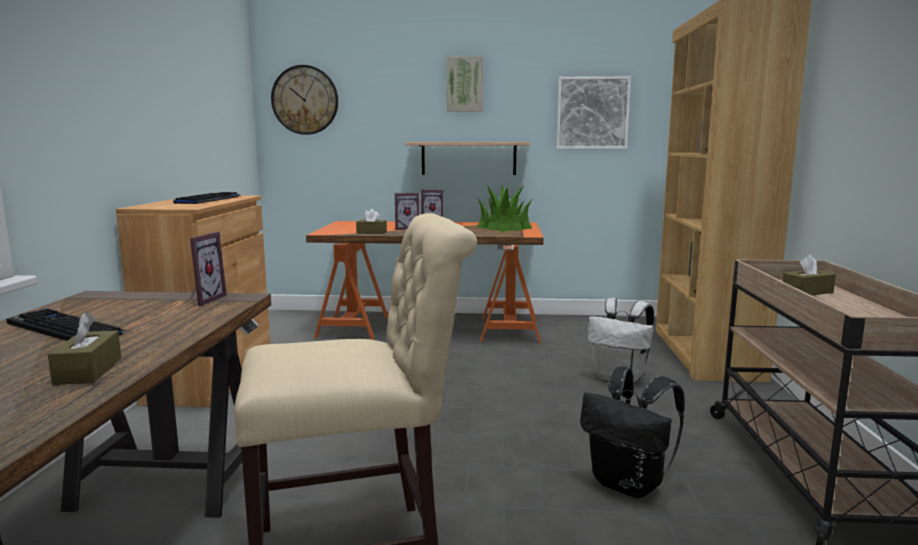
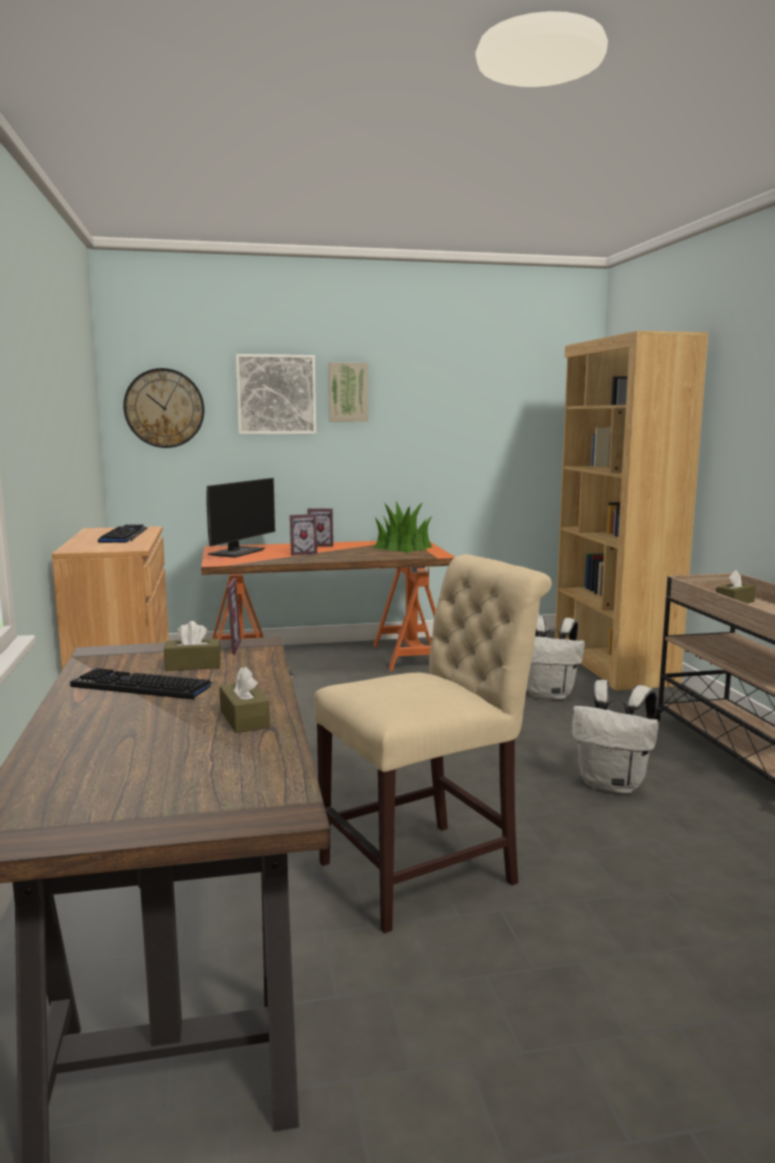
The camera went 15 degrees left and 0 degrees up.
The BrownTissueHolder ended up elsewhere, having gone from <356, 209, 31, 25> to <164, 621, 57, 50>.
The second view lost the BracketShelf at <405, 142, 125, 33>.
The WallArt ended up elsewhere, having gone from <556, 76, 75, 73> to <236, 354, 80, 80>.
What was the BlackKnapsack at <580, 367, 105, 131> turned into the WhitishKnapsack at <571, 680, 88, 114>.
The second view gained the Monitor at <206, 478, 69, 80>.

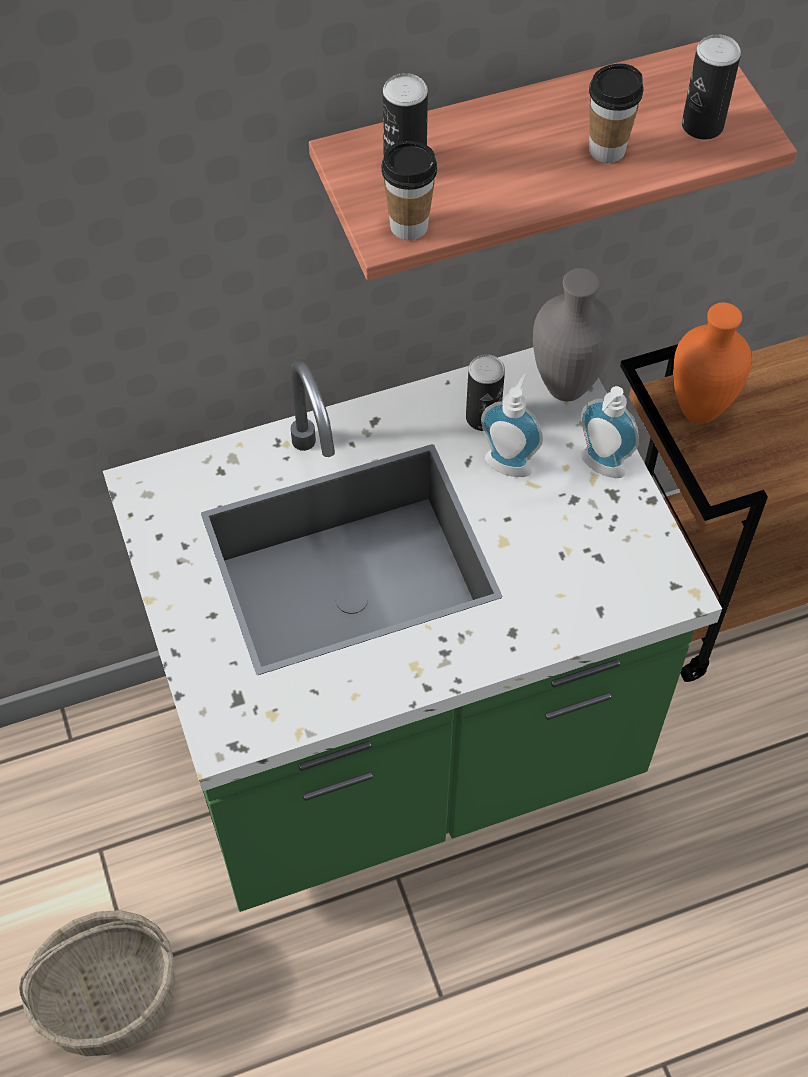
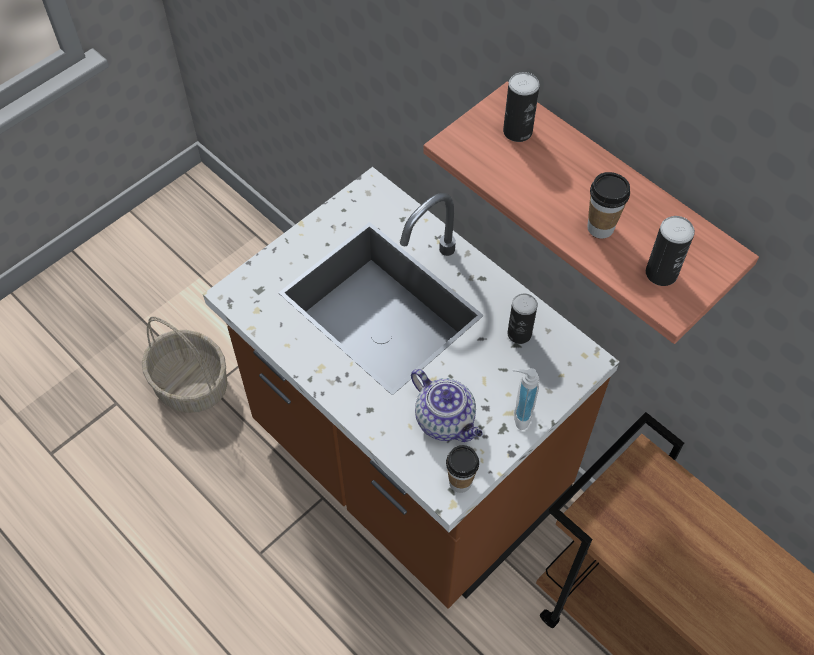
The camera went 65 degrees right and 0 degrees up.
What was the GreenColouredCounter at <103, 348, 619, 564> turned into the BrownCounter at <203, 167, 417, 442>.
The Cup ended up elsewhere, having gone from <381, 141, 56, 99> to <446, 445, 33, 48>.
The second view lost the SoapDispenser at <481, 373, 62, 104>.
The second view lost the GrayVase at <533, 268, 83, 133>.
The second view lost the OrangeVase at <673, 303, 79, 121>.
The second view gained the TeaPot at <411, 369, 72, 73>.

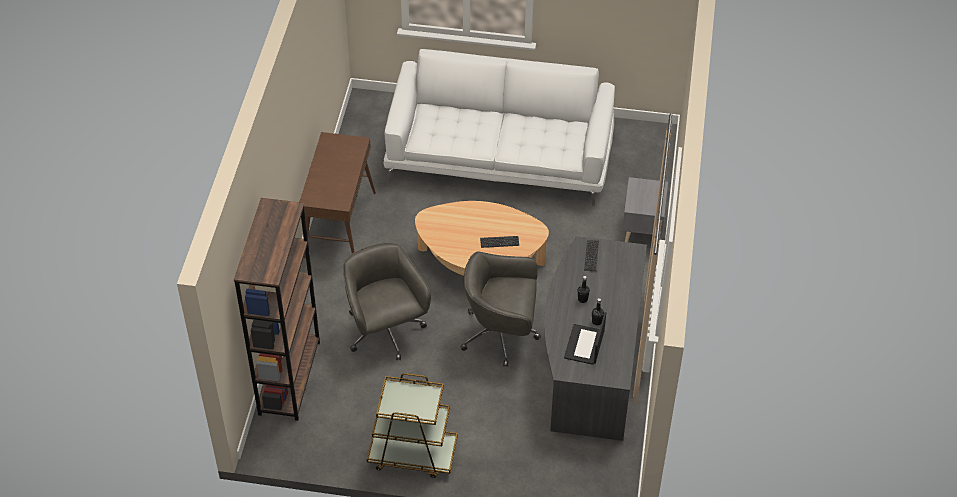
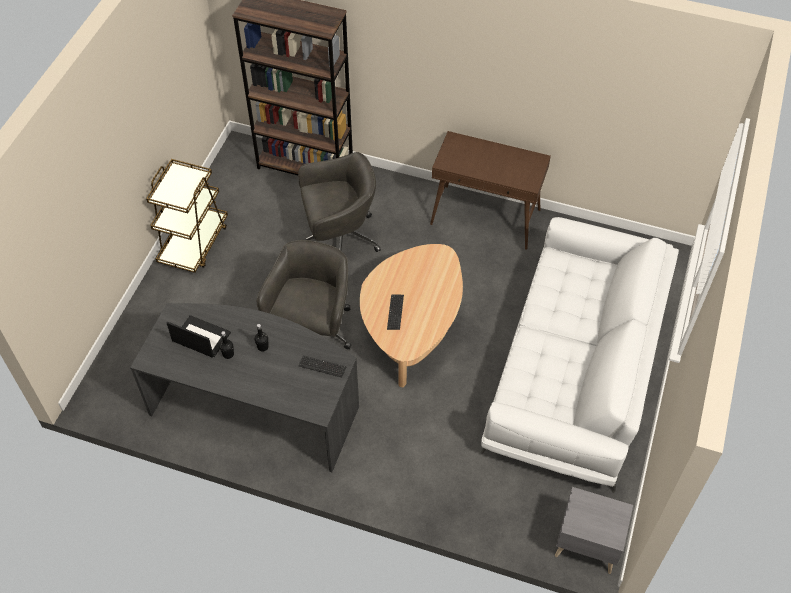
The camera went 100 degrees right and 5 degrees up.
The GrayNightstand ended up elsewhere, having gone from <622, 177, 46, 65> to <555, 487, 78, 87>.

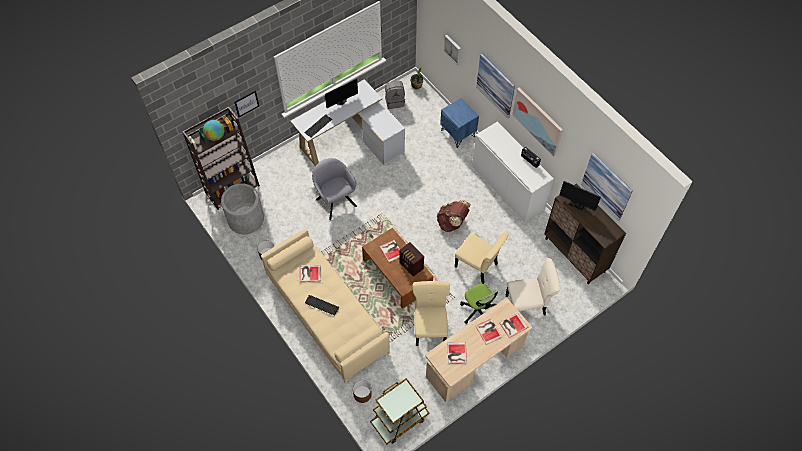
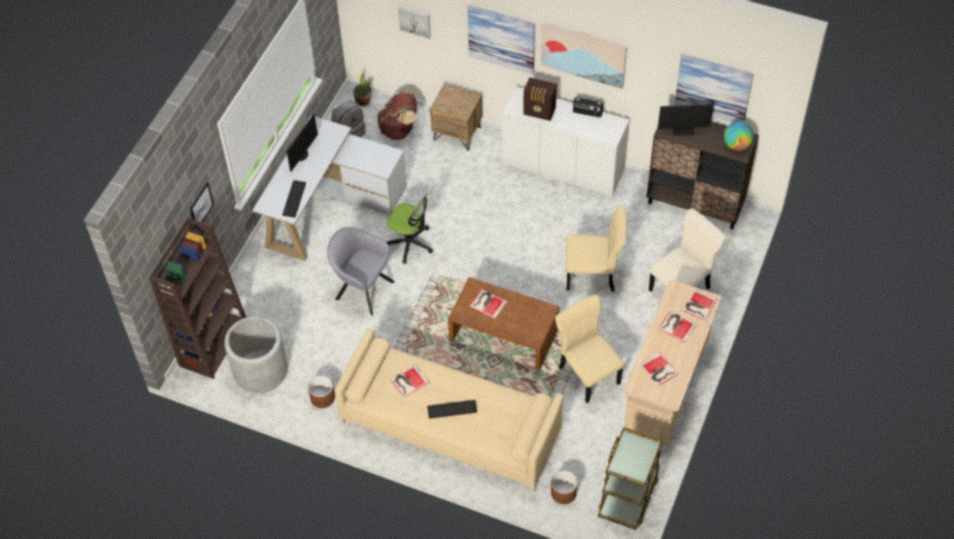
The camera went 30 degrees left and 5 degrees down.
The Globe ended up elsewhere, having gone from <203, 120, 21, 21> to <724, 121, 30, 30>.
The RadioSet ended up elsewhere, having gone from <400, 242, 24, 35> to <523, 77, 34, 44>.
The BrownKnapsack ended up elsewhere, having gone from <437, 200, 34, 32> to <378, 91, 39, 49>.
What was the BlueNightstand at <440, 98, 39, 50> turned into the BrownNightstand at <430, 83, 52, 68>.
The OfficeChair ended up elsewhere, having gone from <460, 284, 38, 40> to <387, 193, 46, 71>.

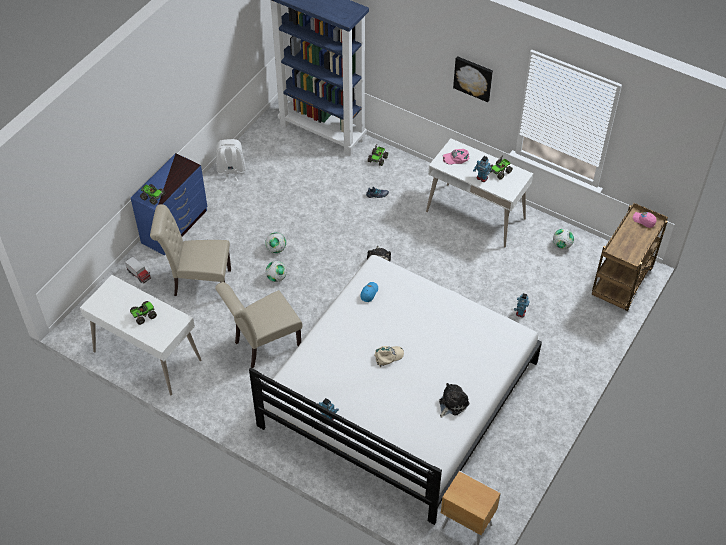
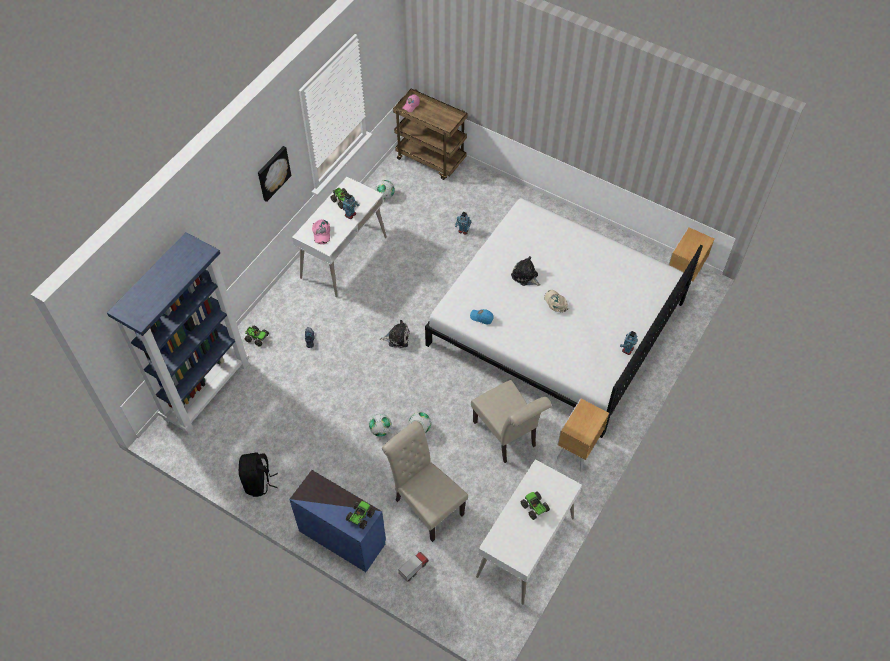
The camera went 90 degrees left and 5 degrees up.
The BeigeColouredChair at <150, 204, 81, 92> ended up facing another way, 135 degrees clockwise from before.
What was the WhitishKnapsack at <216, 139, 30, 43> turned into the BlackKnapsack at <239, 452, 39, 45>.
The SoftToy ended up elsewhere, having gone from <439, 383, 31, 35> to <511, 256, 30, 30>.
The second view gained the BrownNightstand at <557, 398, 52, 74>.

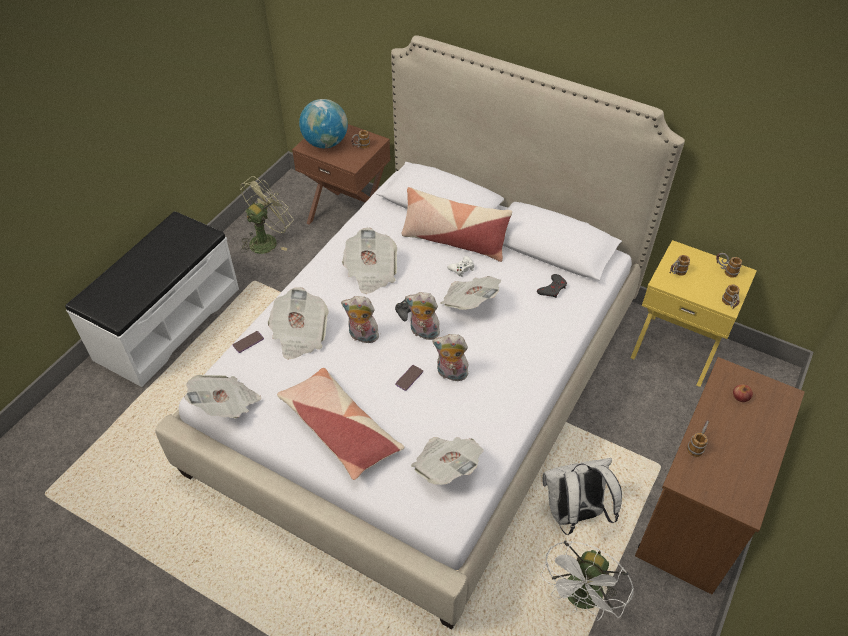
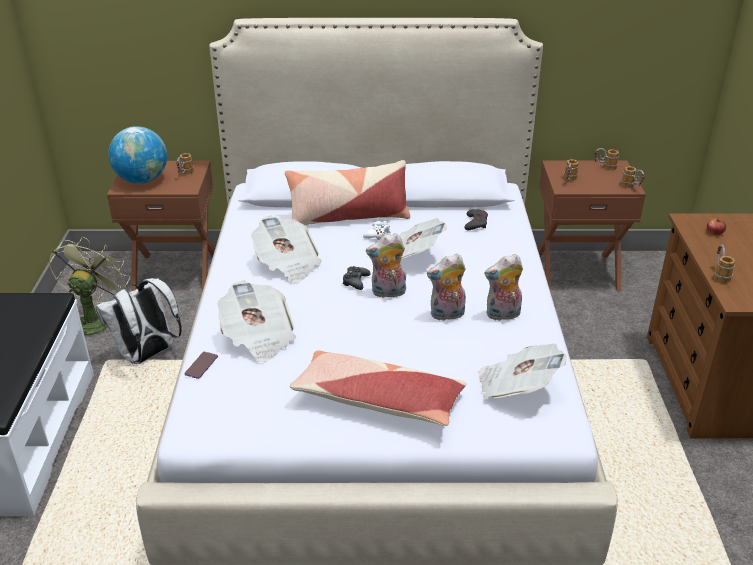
The camera went 30 degrees left and 15 degrees down.
The second view lost the DailyPaper at <184, 375, 77, 44>.
The SoftToy ended up elsewhere, having gone from <341, 296, 38, 47> to <485, 254, 38, 67>.
The second view lost the Phone at <395, 365, 28, 26>.
The second view lost the WhitishFan at <541, 540, 93, 81>.
The WhitishKnapsack ended up elsewhere, having gone from <543, 458, 79, 77> to <95, 278, 87, 86>.
What was the YellowishNightstand at <631, 240, 126, 147> turned into the BrownNightstand at <538, 160, 108, 131>.

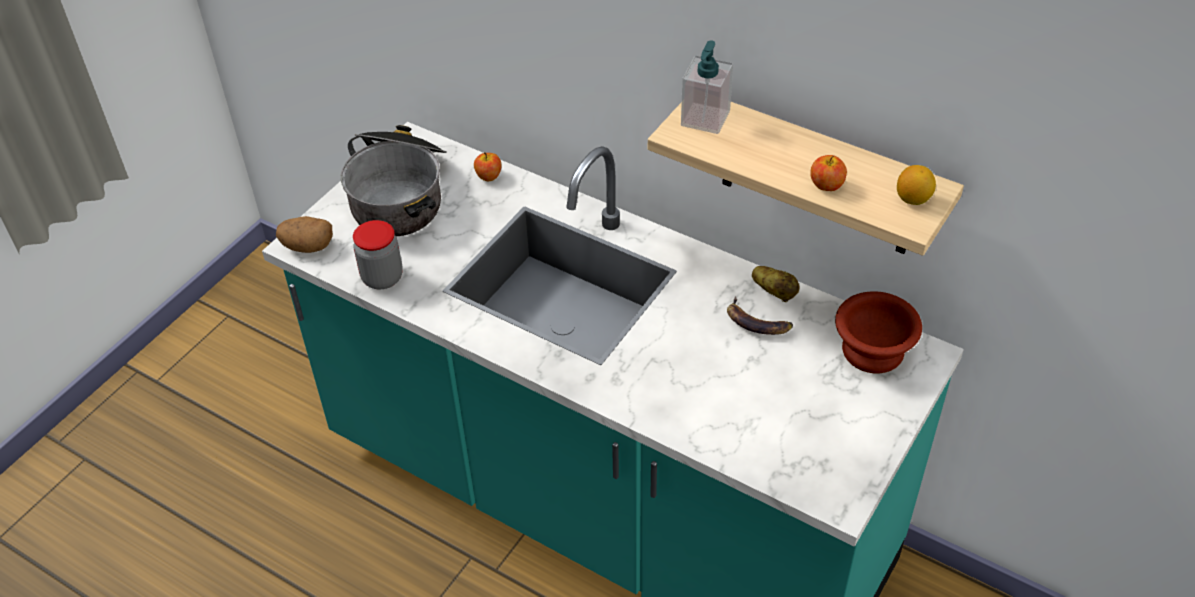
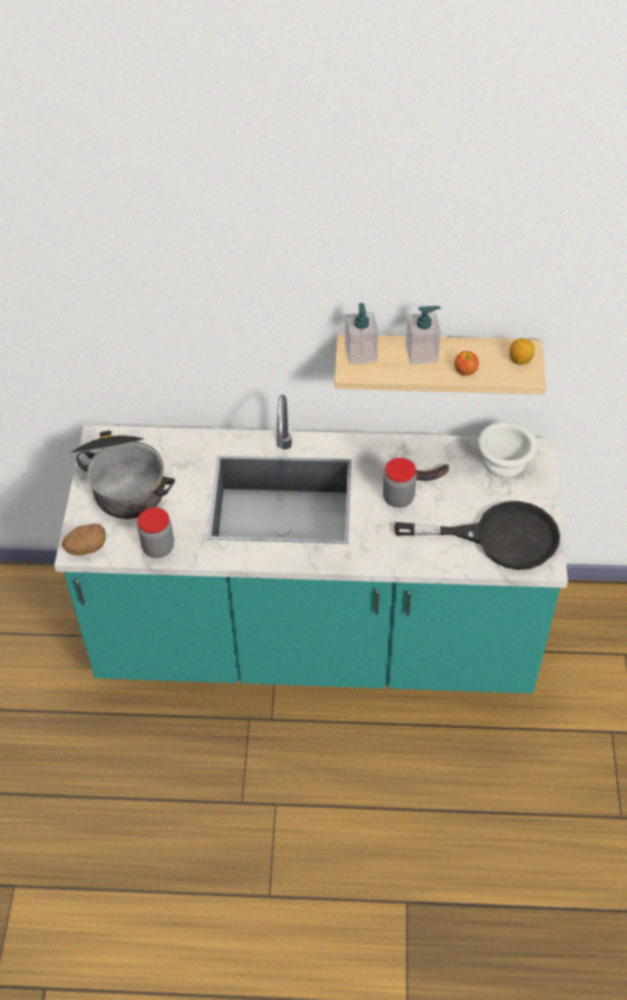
The camera went 30 degrees left and 5 degrees up.
The second view lost the WholeApple at <474, 152, 28, 29>.
The second view lost the Spud at <752, 266, 47, 36>.
What was the BrownServingBowl at <835, 291, 87, 82> turned into the WhitishServingBowl at <478, 421, 59, 57>.
The second view gained the Jar at <383, 458, 33, 50>.
The second view gained the BlackFryingPan at <394, 501, 166, 69>.
The second view gained the SoapDispenser at <406, 306, 35, 59>.

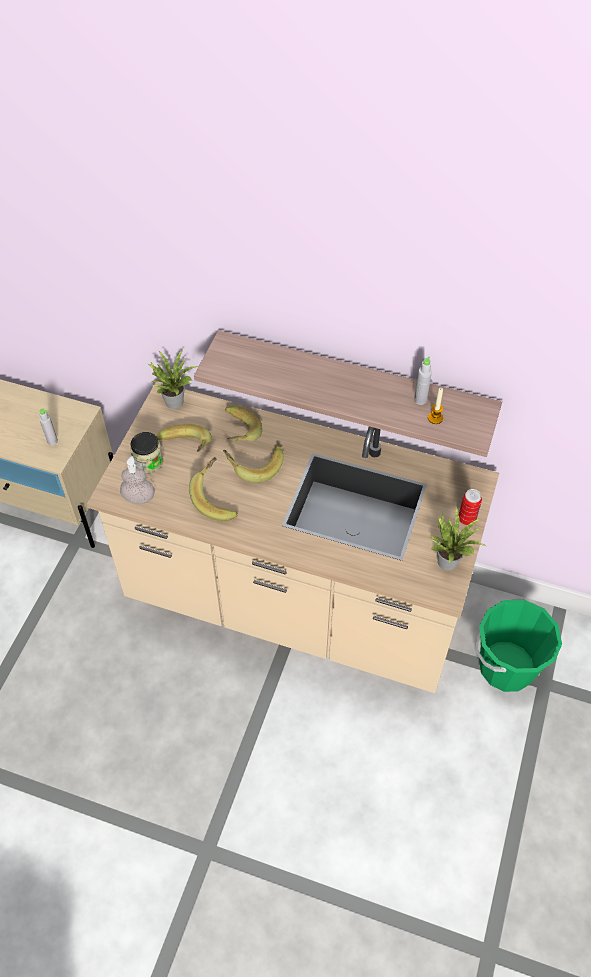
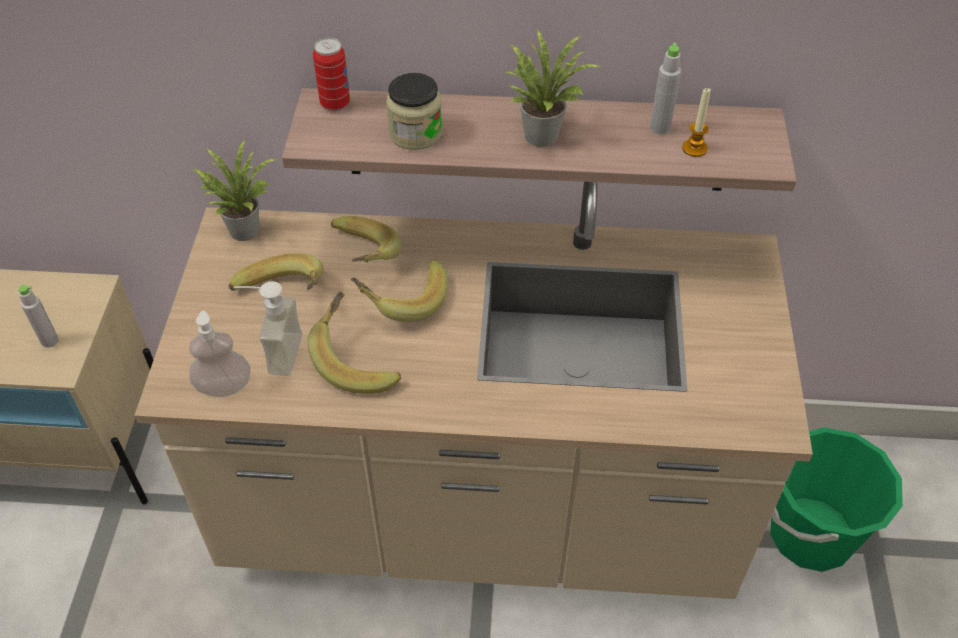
The camera went 15 degrees left and 5 degrees down.
The Jar ended up elsewhere, having gone from <130, 432, 33, 41> to <386, 73, 56, 77>.
The PottedPlant ended up elsewhere, having gone from <429, 507, 57, 63> to <504, 29, 98, 118>.
The Can ended up elsewhere, having gone from <459, 489, 23, 36> to <313, 38, 37, 73>.
The second view gained the SoapDispenser at <234, 281, 69, 95>.

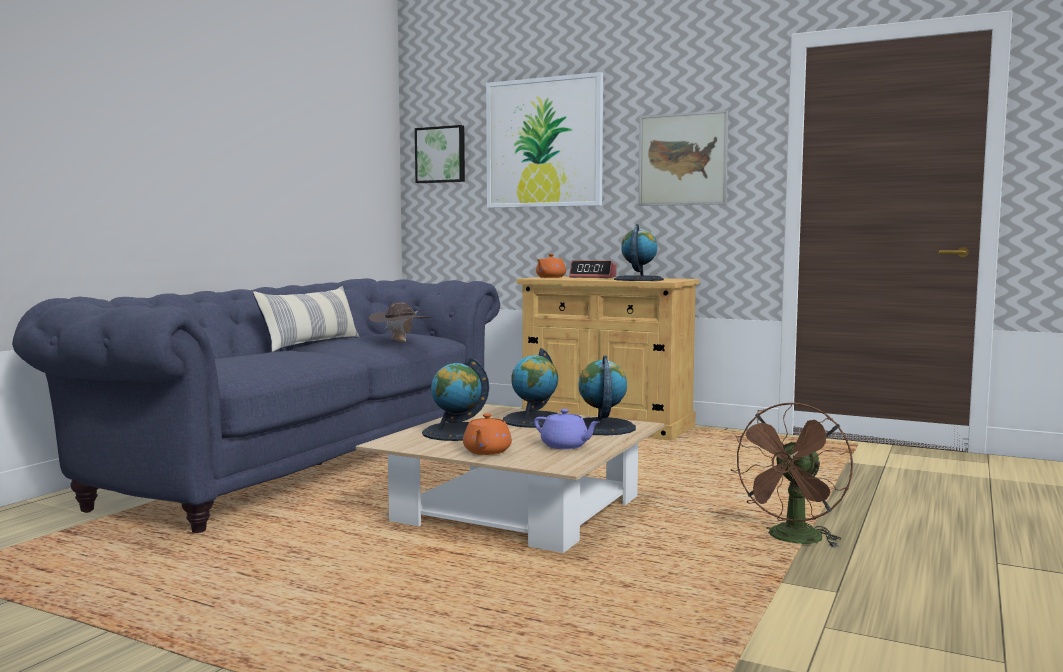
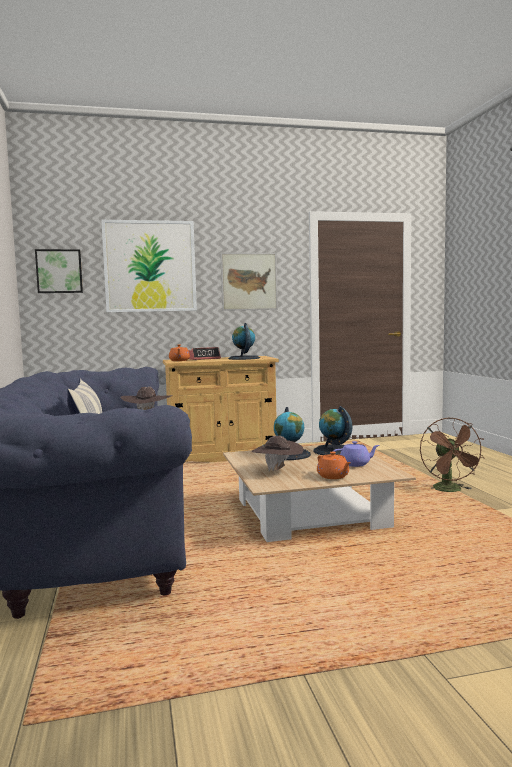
The camera went 40 degrees left and 0 degrees up.
Where the Globe stood at <422, 356, 67, 85>, the BrownClothingHat came to stand at <251, 436, 53, 35>.

